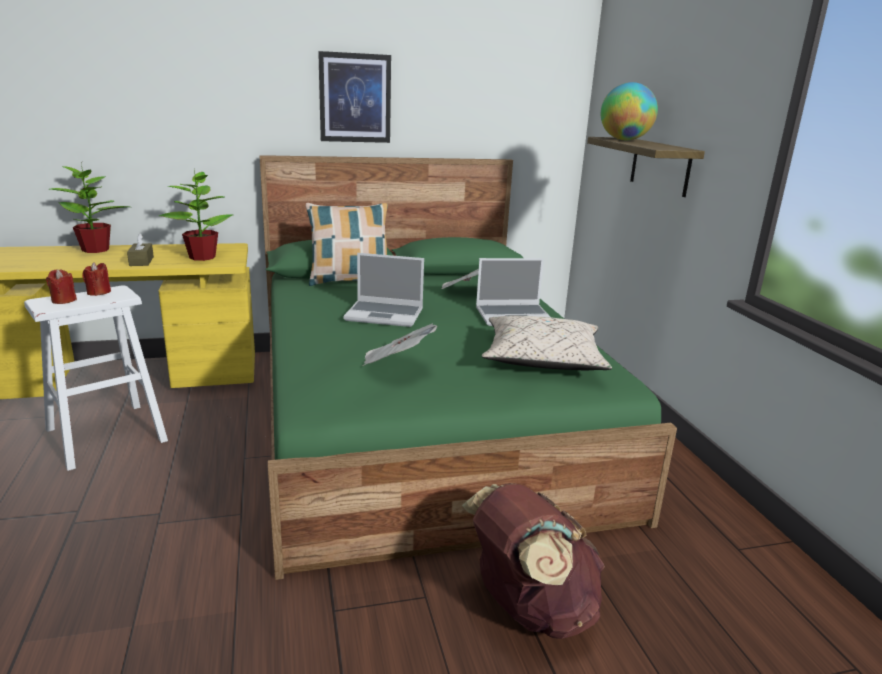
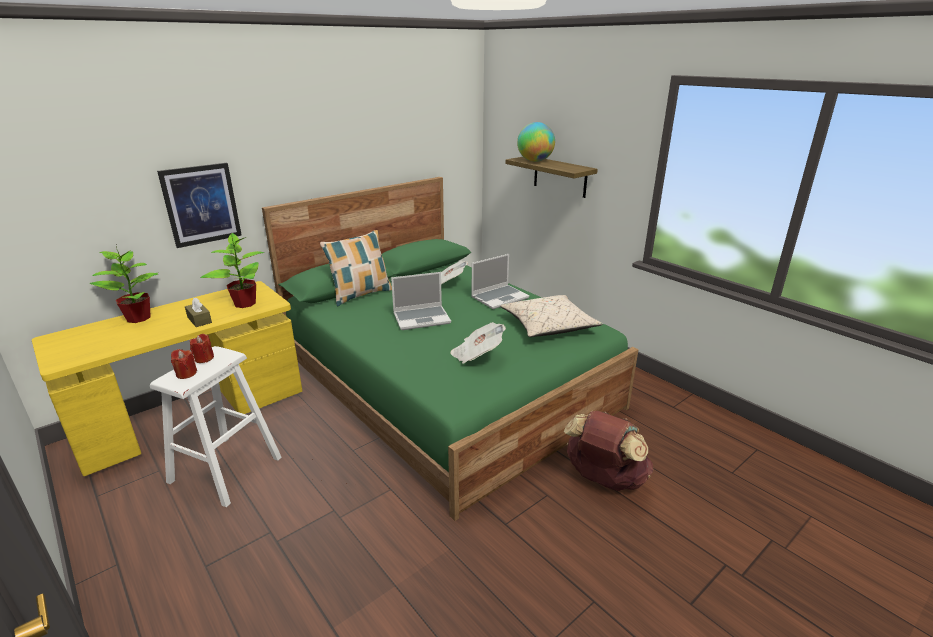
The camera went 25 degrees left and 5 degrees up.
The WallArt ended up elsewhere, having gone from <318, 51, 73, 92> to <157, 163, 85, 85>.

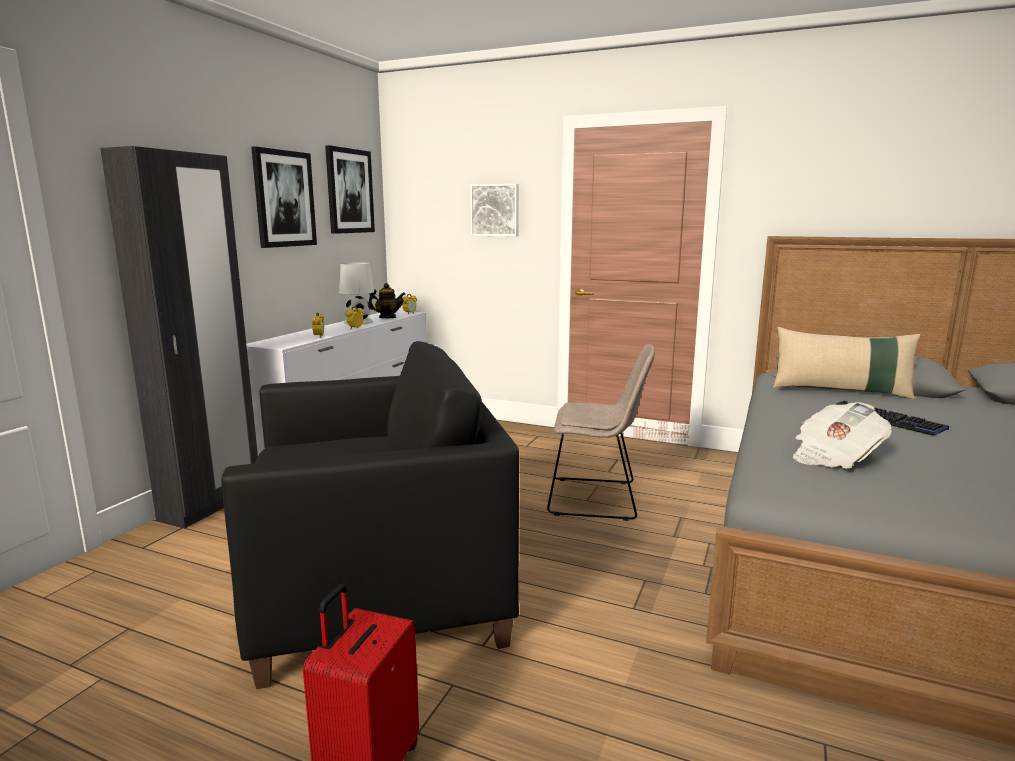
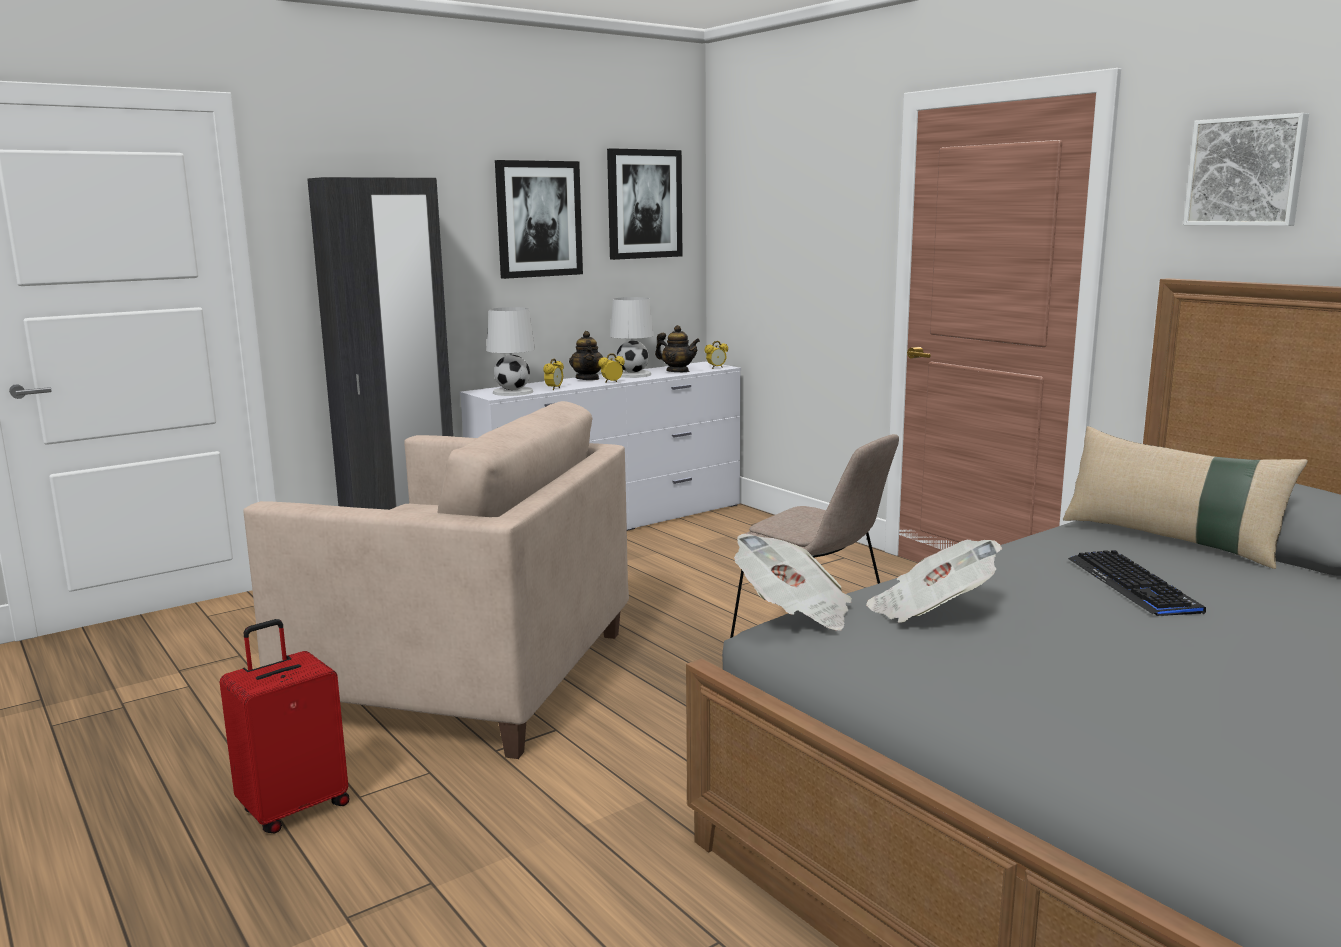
The camera went 30 degrees right and 0 degrees up.
What was the BlackEasyChair at <221, 341, 298, 348> turned into the BeigeColouredEasyChair at <243, 401, 386, 358>.
The WallArt ended up elsewhere, having gone from <470, 184, 49, 53> to <1183, 113, 126, 113>.
The second view gained the WhitishLampForATable at <487, 307, 48, 89>.
The second view gained the TeaPot at <569, 331, 34, 49>.
The second view gained the DailyPaper at <734, 534, 118, 96>.

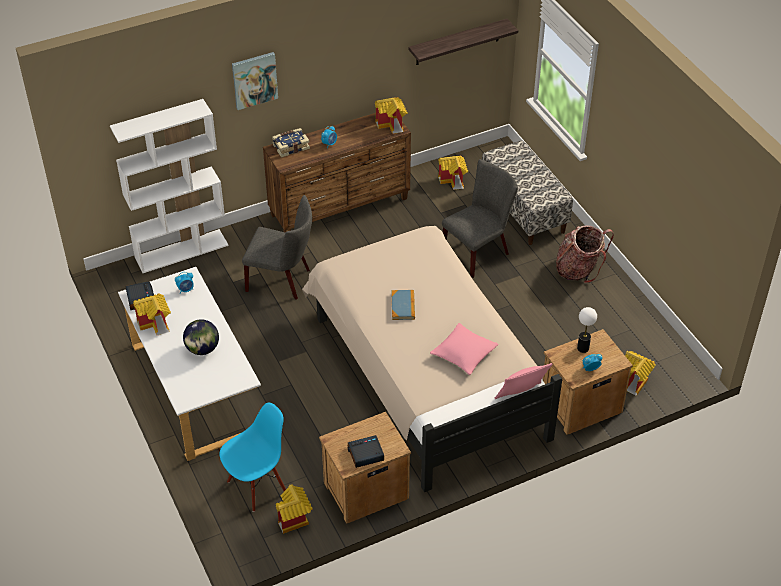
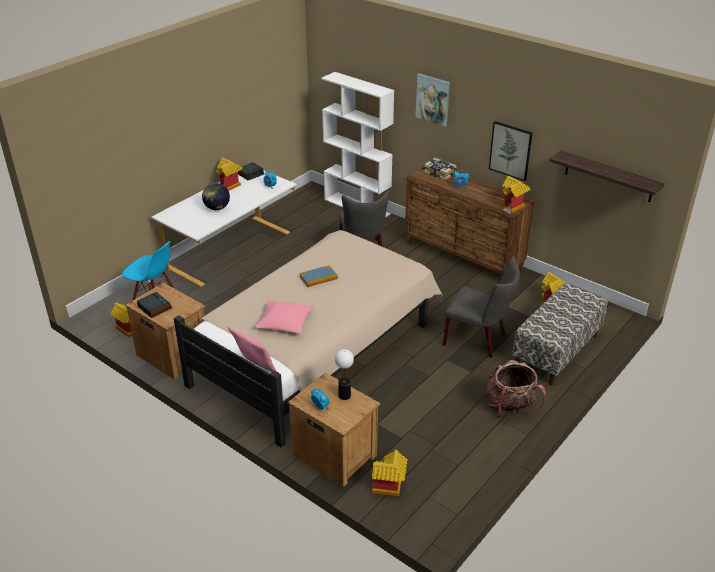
The camera went 65 degrees right and 10 degrees down.
The second view gained the WallArt at <489, 121, 44, 60>.

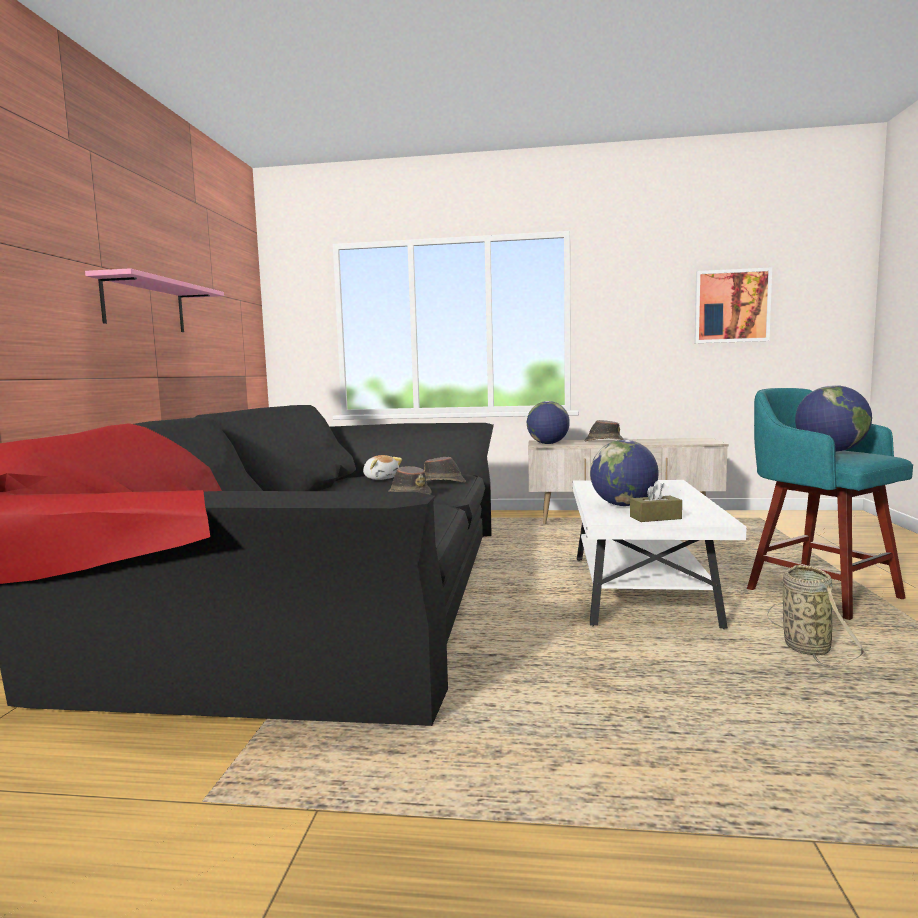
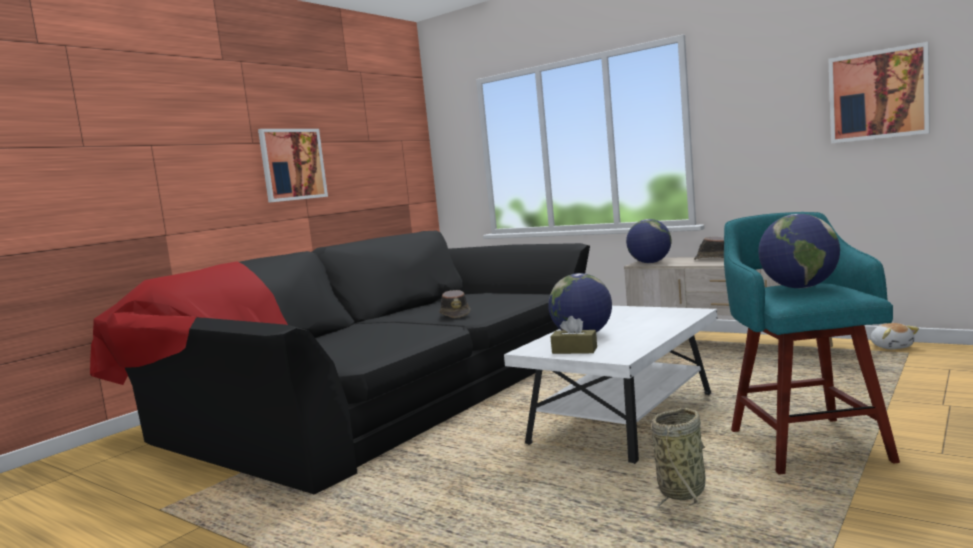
The camera went 30 degrees right and 0 degrees up.
Where the PinkishBracketShelf hung at <85, 268, 139, 64>, the WallArt came to hang at <258, 129, 70, 74>.
The SoftToy ended up elsewhere, having gone from <363, 455, 39, 25> to <870, 323, 49, 26>.
The second view lost the BrownClothingHat at <424, 457, 42, 26>.

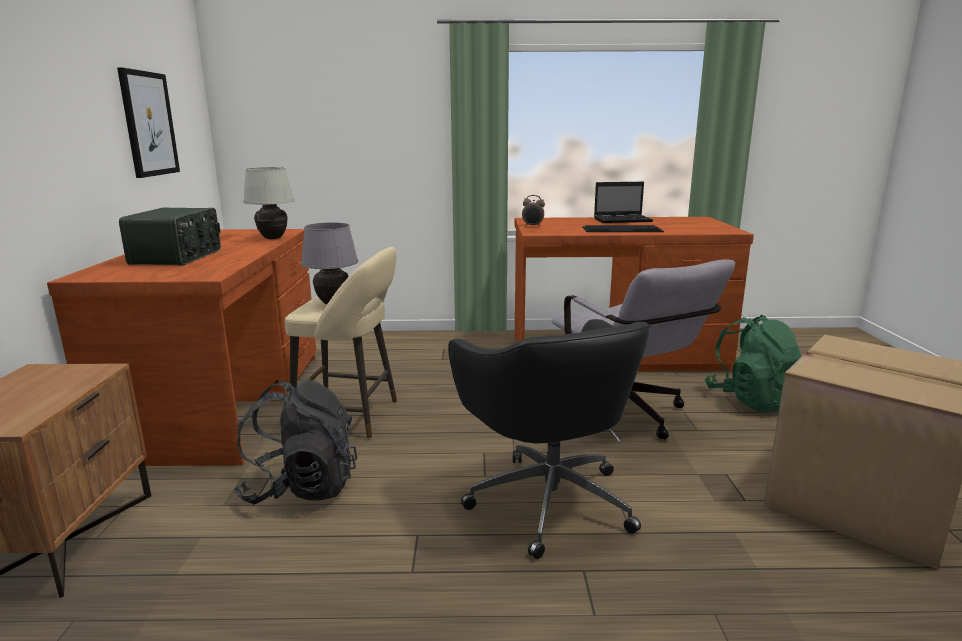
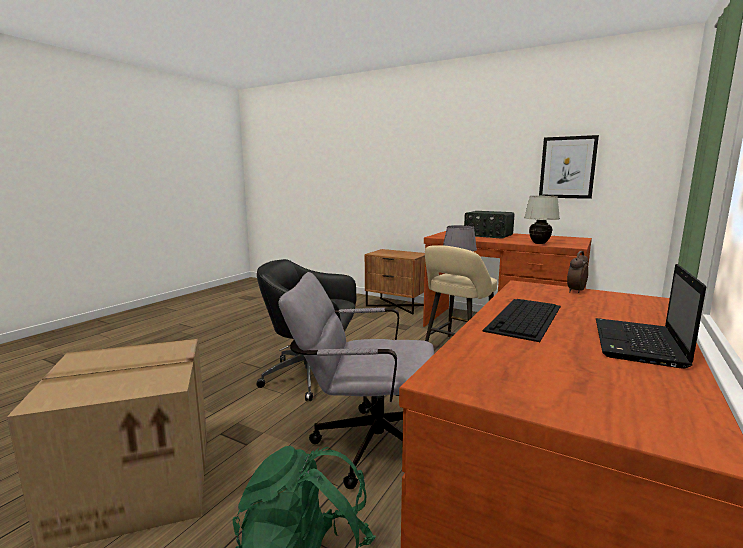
The camera went 120 degrees right and 5 degrees down.
The second view lost the BlackKnapsack at <234, 380, 124, 124>.

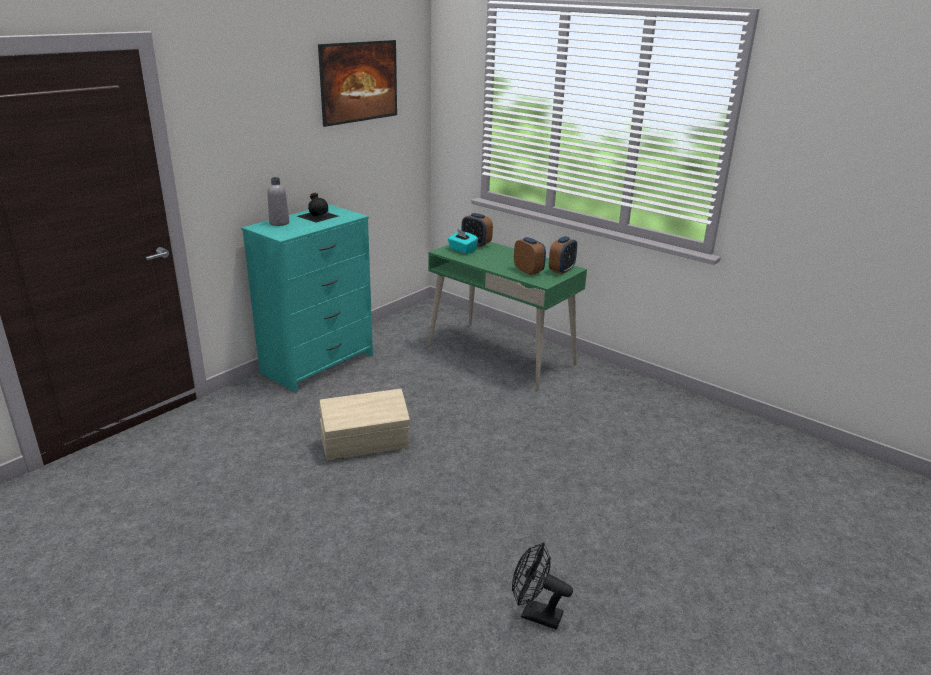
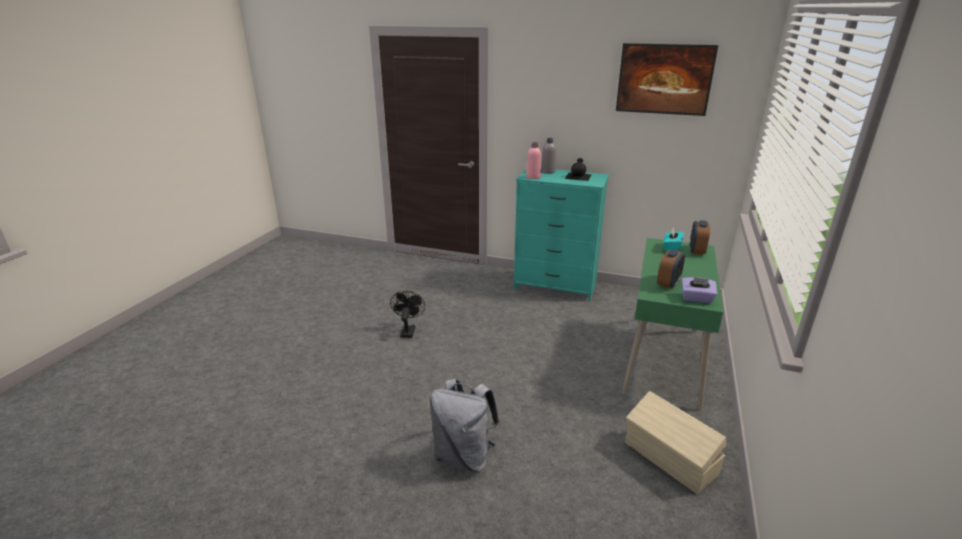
The camera went 70 degrees right and 0 degrees up.
The BeigeColouredStorageBin ended up elsewhere, having gone from <319, 389, 91, 72> to <625, 391, 101, 103>.
The BlackFan ended up elsewhere, having gone from <512, 543, 61, 87> to <390, 291, 35, 47>.
Where the BedsideClock stood at <549, 236, 28, 38>, the PurpleColouredTissueHolder came to stand at <681, 277, 36, 26>.
The second view gained the GrayKnapsack at <430, 379, 69, 93>.
The second view gained the PinkishBottle at <526, 142, 15, 37>.

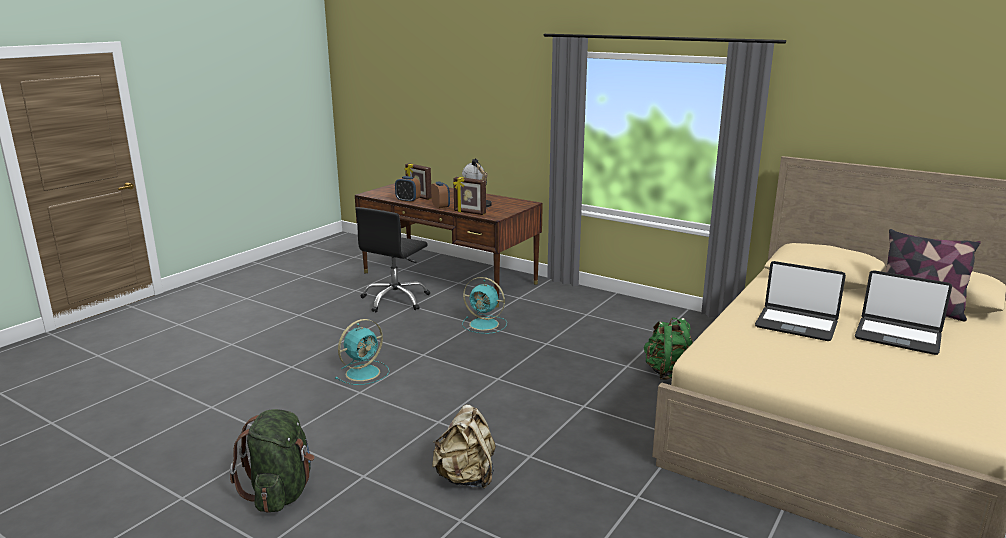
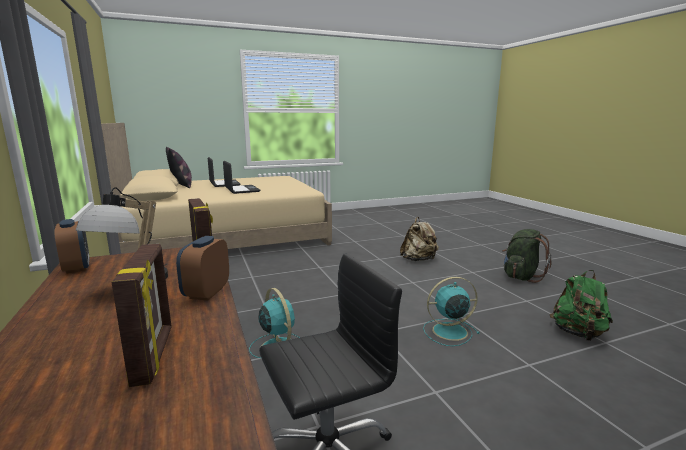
The camera went 145 degrees left and 5 degrees down.
The BedsideClock ended up elsewhere, having gone from <395, 176, 26, 27> to <54, 219, 35, 55>.
The GreenColouredKnapsack ended up elsewhere, having gone from <644, 317, 49, 63> to <549, 270, 64, 71>.

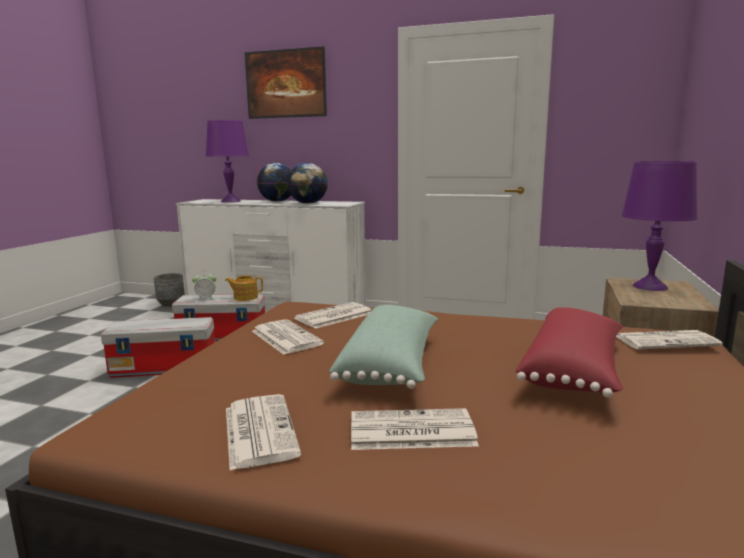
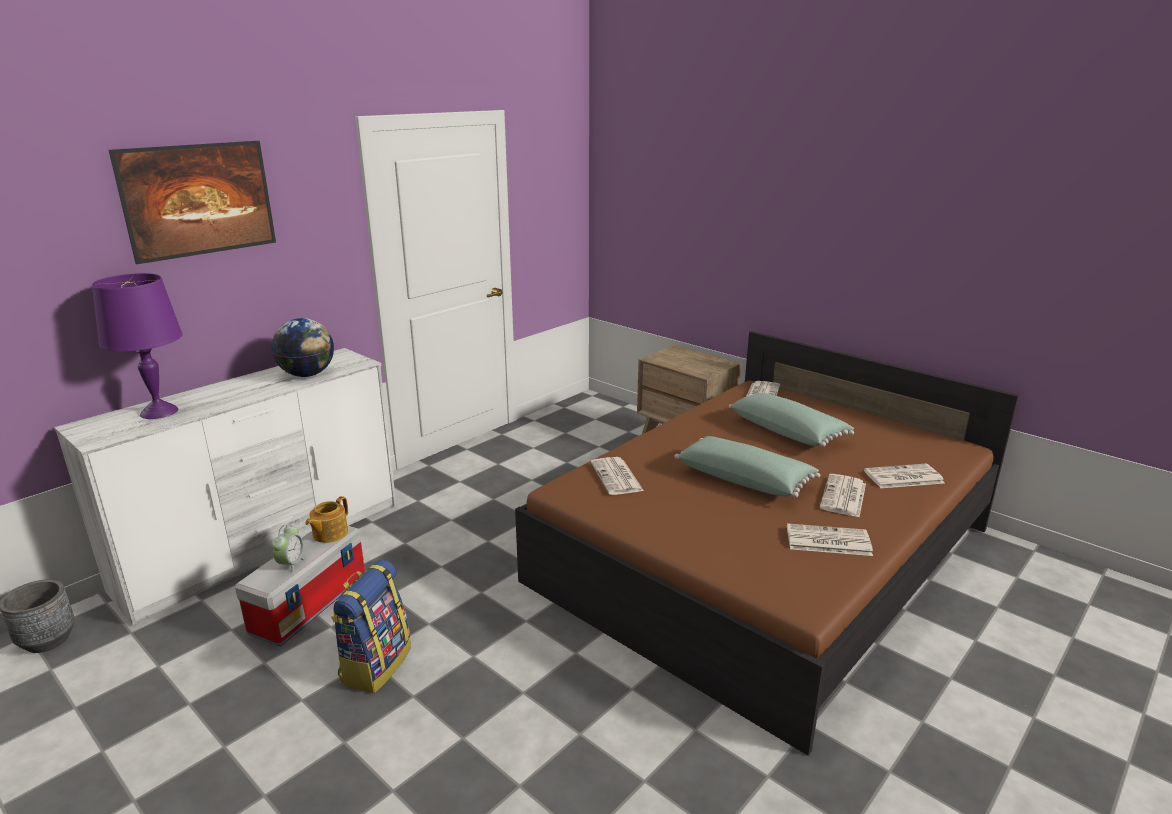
The camera went 65 degrees left and 10 degrees up.
Where the StorageBin stood at <101, 317, 114, 61>, the Knapsack came to stand at <331, 560, 80, 133>.
The DailyPaper ended up elsewhere, having gone from <252, 319, 72, 36> to <864, 464, 80, 24>.
The second view lost the Globe at <257, 163, 34, 39>.
What was the RedColouredThrowPillow at <516, 307, 107, 91> turned into the GreenColouredThrowPillow at <729, 393, 125, 54>.
The second view lost the PurpleColouredLampForATable at <621, 161, 76, 130>.

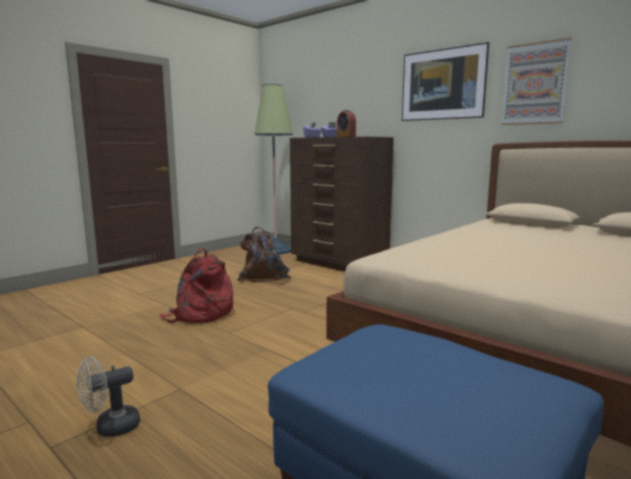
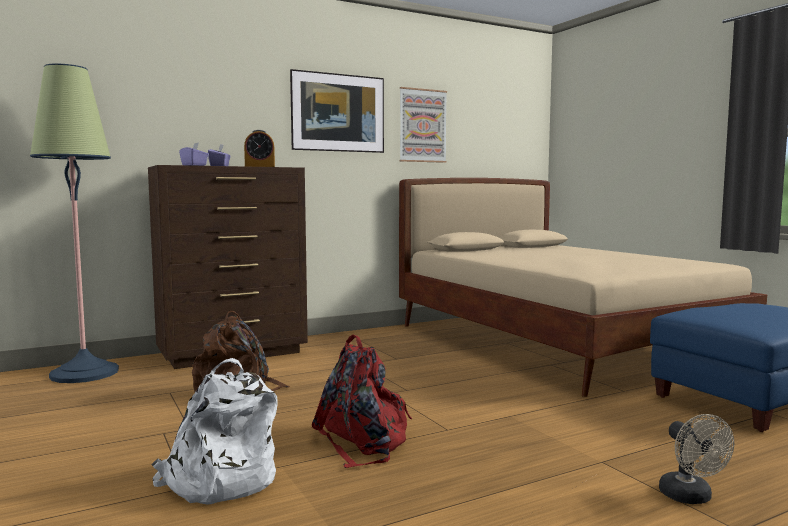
The camera went 70 degrees left and 5 degrees down.
The second view gained the WhitishKnapsack at <152, 358, 126, 146>.

